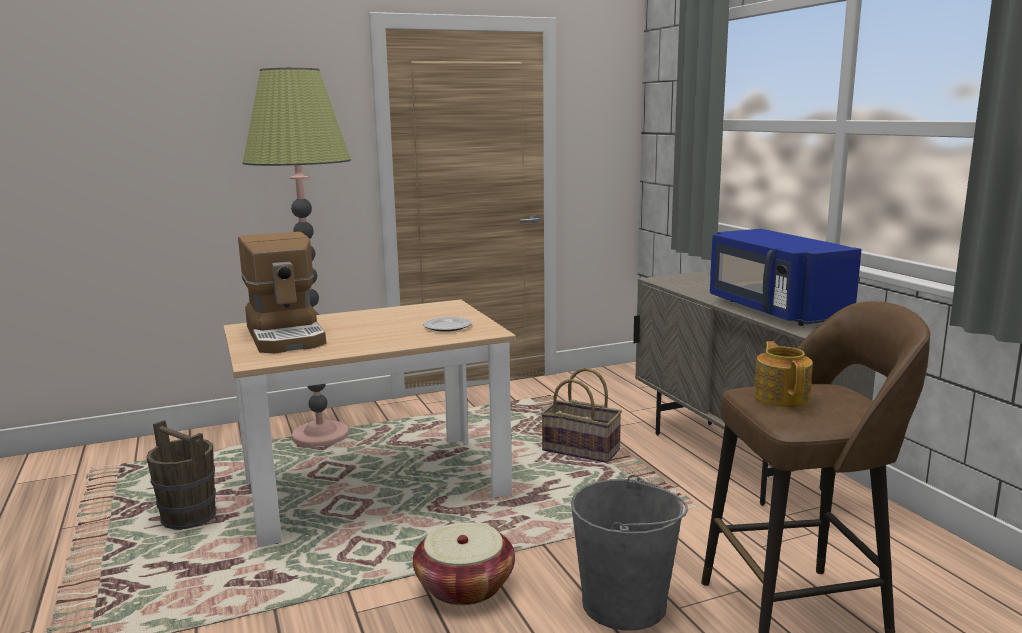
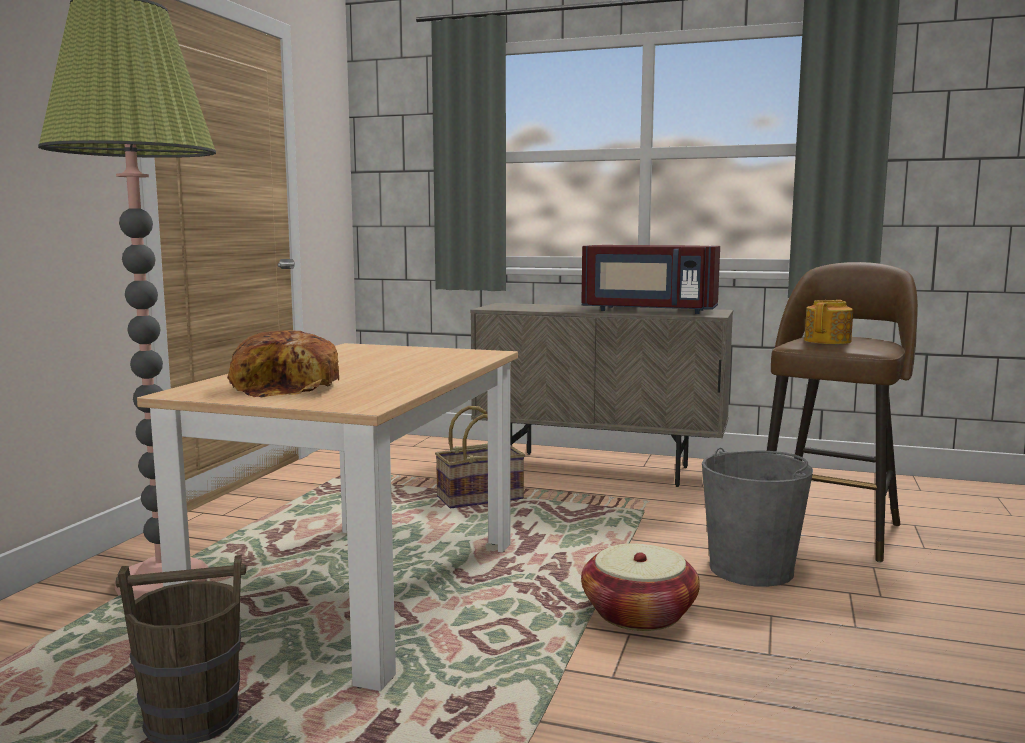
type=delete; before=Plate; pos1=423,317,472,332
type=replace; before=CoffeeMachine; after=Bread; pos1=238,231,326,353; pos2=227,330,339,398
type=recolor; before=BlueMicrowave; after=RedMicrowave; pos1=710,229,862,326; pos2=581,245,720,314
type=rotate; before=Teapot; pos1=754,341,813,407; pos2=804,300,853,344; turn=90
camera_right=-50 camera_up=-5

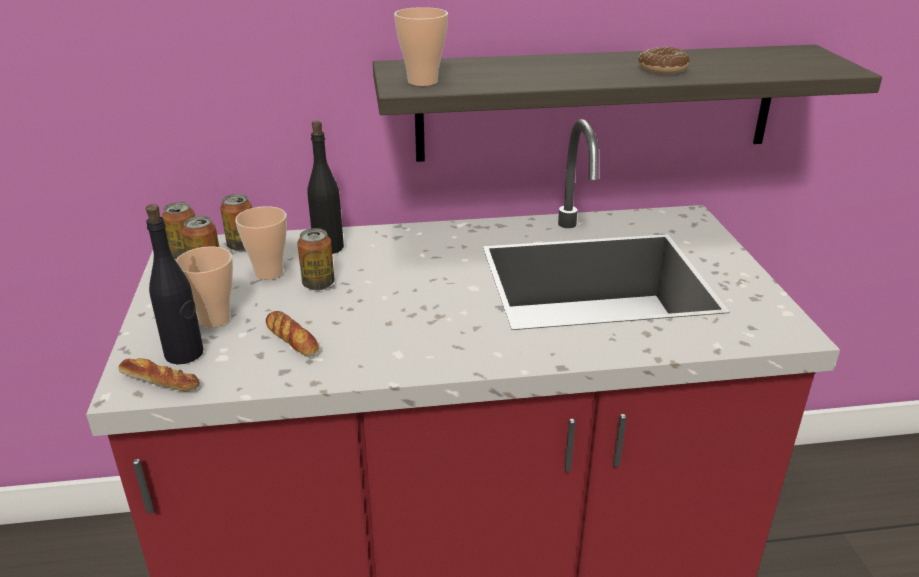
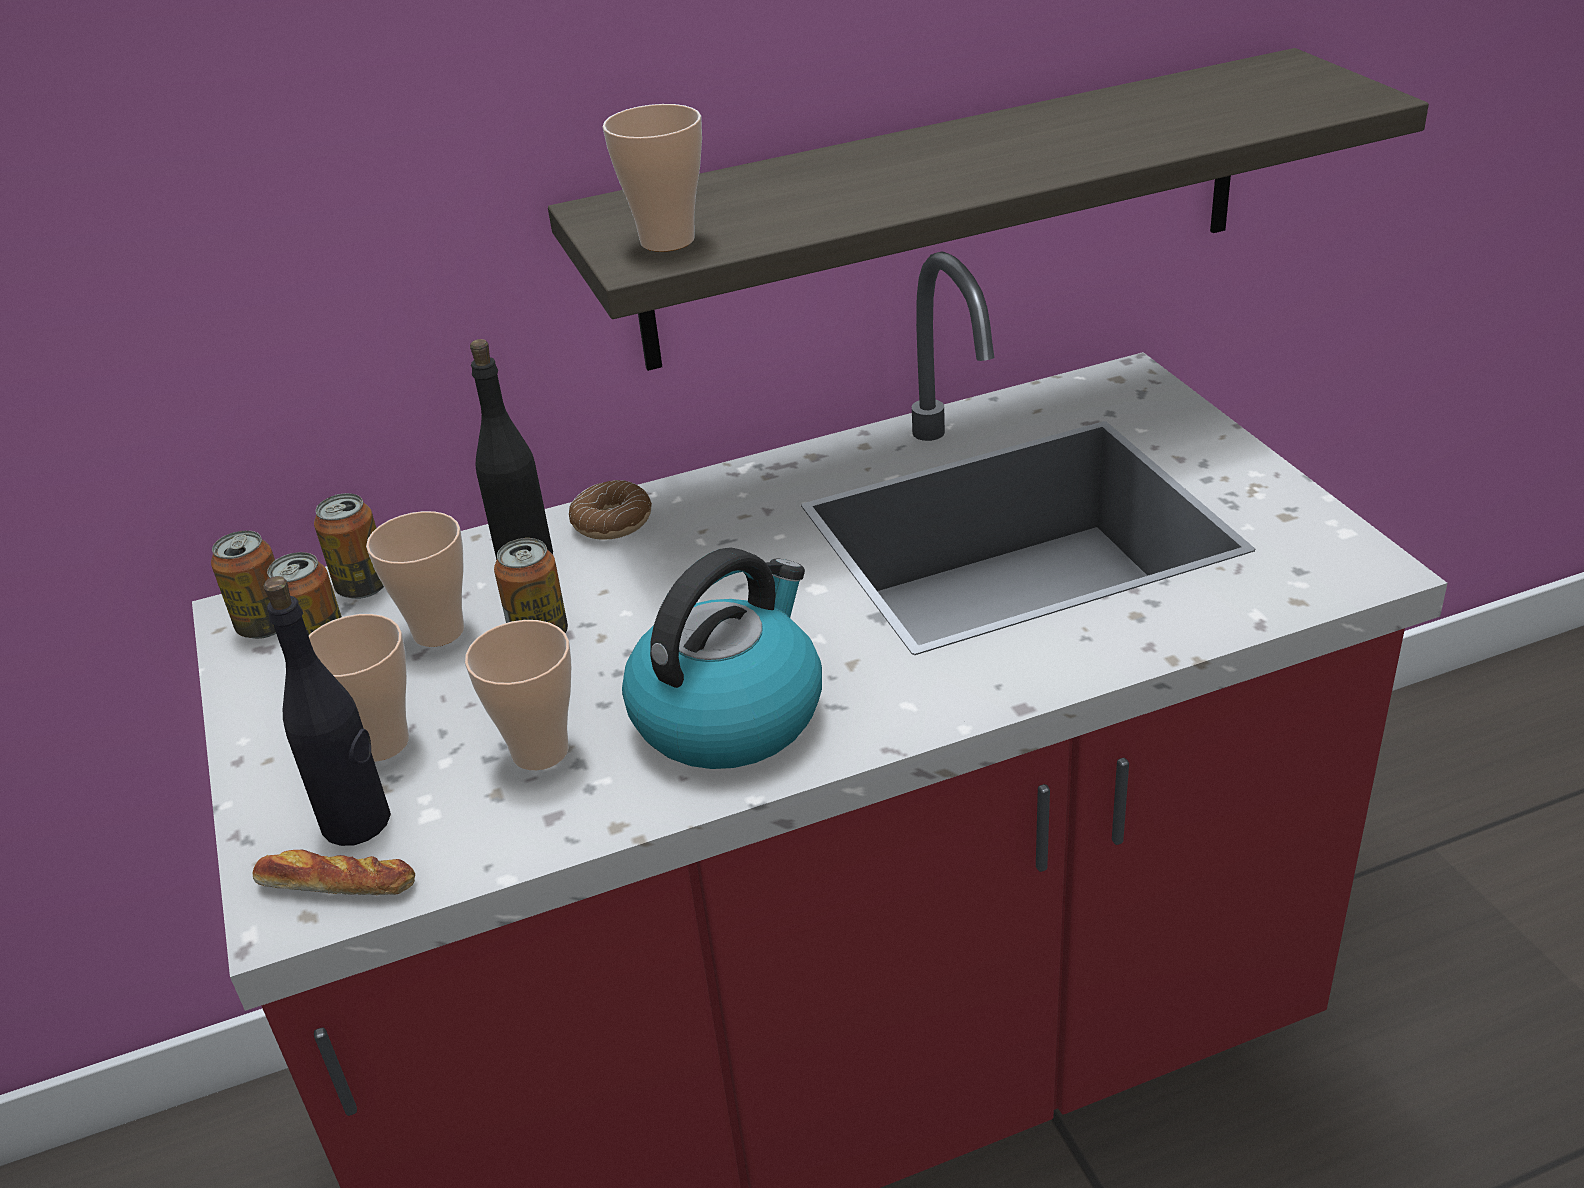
type=insert; after=Kettle; pos2=622,548,822,769
type=move; before=Donut; pos1=638,47,690,74; pos2=569,480,652,540
type=replace; before=Bread; after=Cup; pos1=266,311,319,356; pos2=465,620,571,771
camera_right=-10 camera_up=5

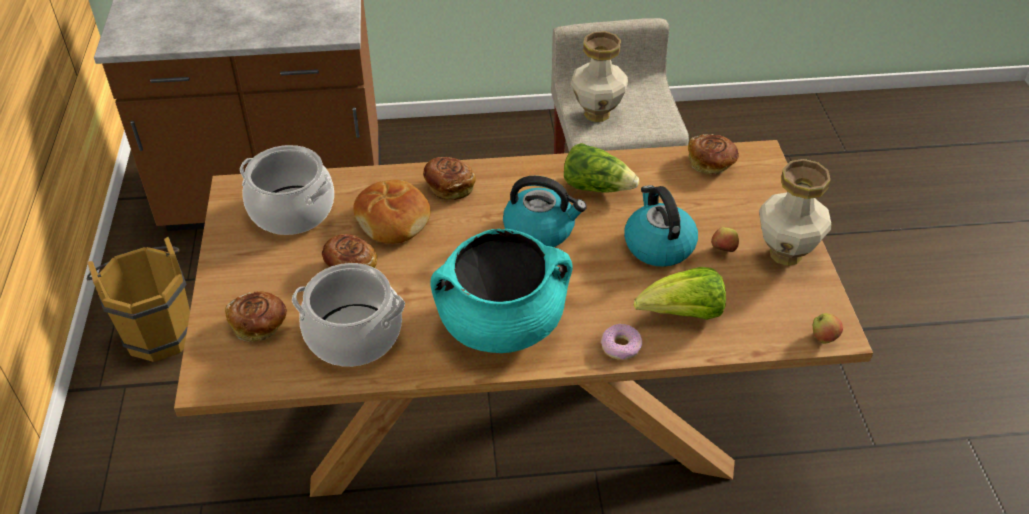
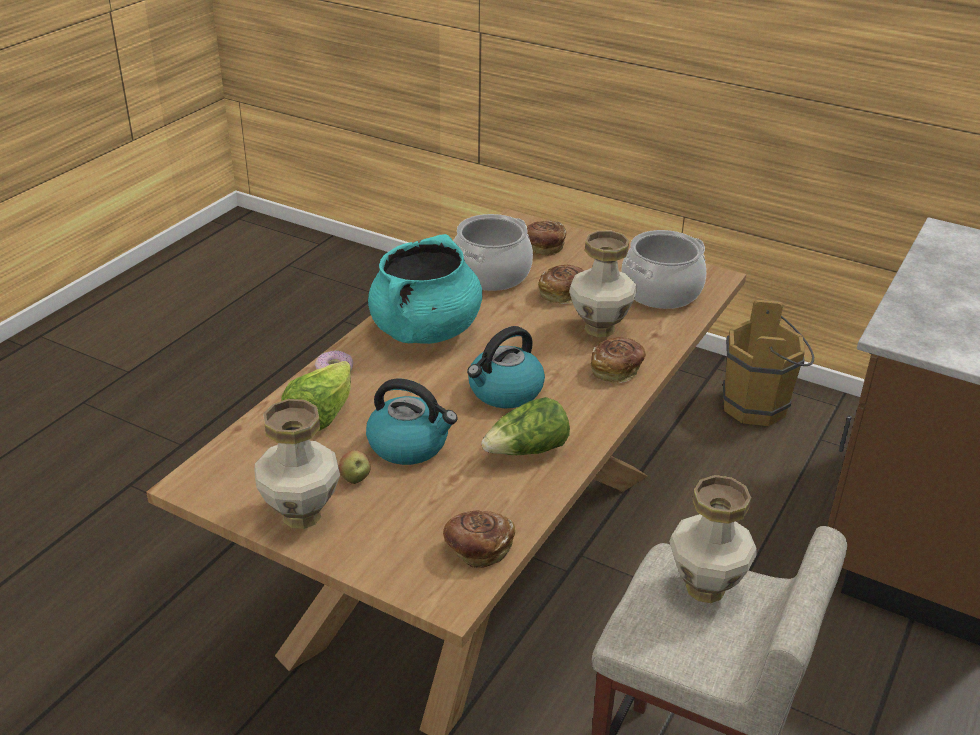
type=delete; before=Apple; pos1=813,313,843,344
type=replace; before=Bread; after=Vase; pos1=353,180,430,244; pos2=569,231,637,337
camera_right=125 camera_up=-10

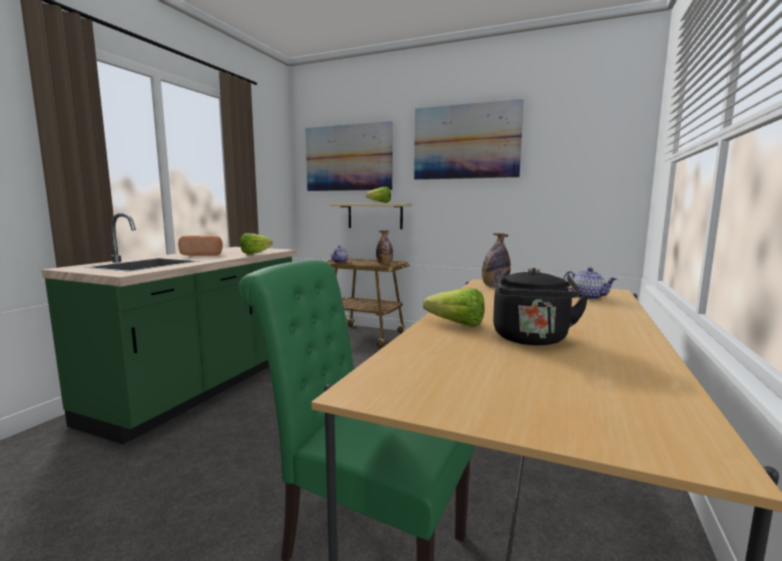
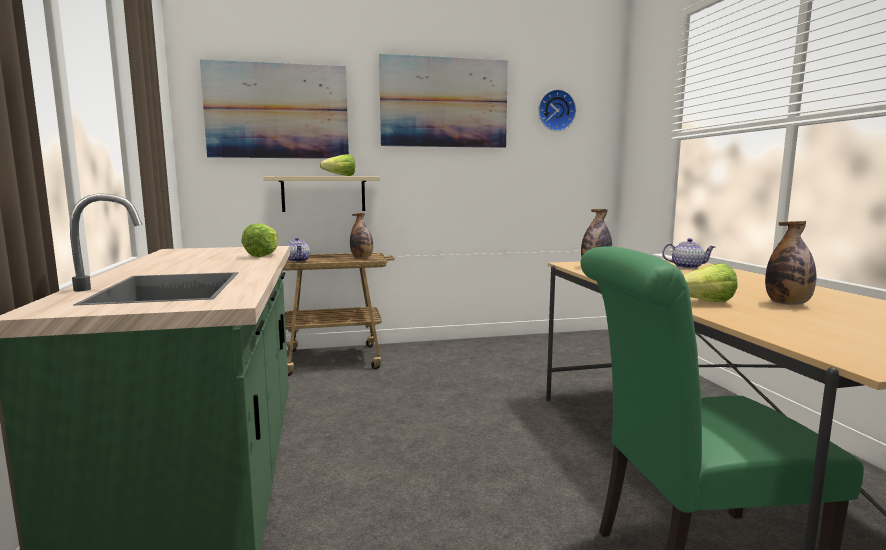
type=delete; before=Bread; pos1=178,235,223,256
type=insert; after=WallClock; pos2=538,89,576,131
type=replace; before=BlackKettle; after=Bottle; pos1=493,268,589,345; pos2=765,221,816,305
camera_right=-35 camera_up=0

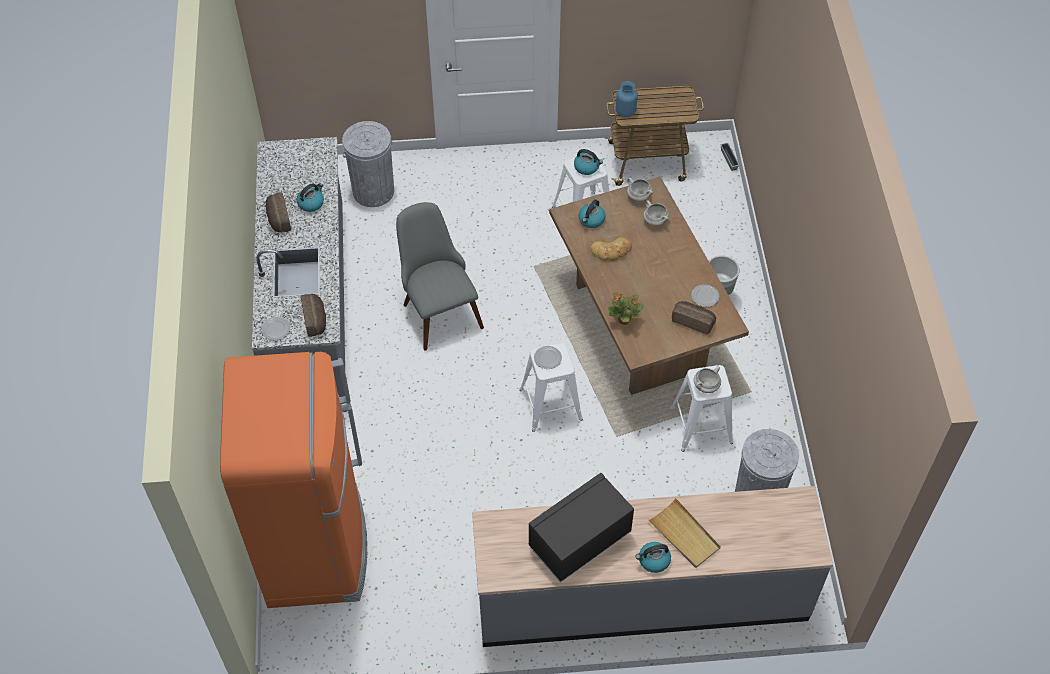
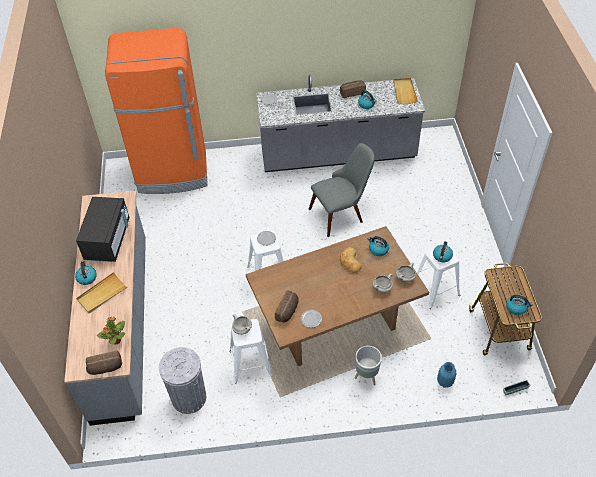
type=delete; before=GreyTrashCan; pos1=342,121,394,207
type=insert; after=BeigeTray; pos2=394,78,418,104
type=insert; after=Kettle; pos2=506,295,533,315
type=move; before=Bread; pos1=301,294,326,337; pos2=86,350,122,375
type=move; before=PottedPlant; pos1=608,292,644,325; pos2=97,317,125,345
type=move; before=BlueVase; pos1=616,81,638,117; pos2=437,362,456,388
type=rotate; before=BlackMicrowave; pos1=529,473,634,582; pos2=76,197,130,262; turn=45
camera_right=90 camera_up=-5

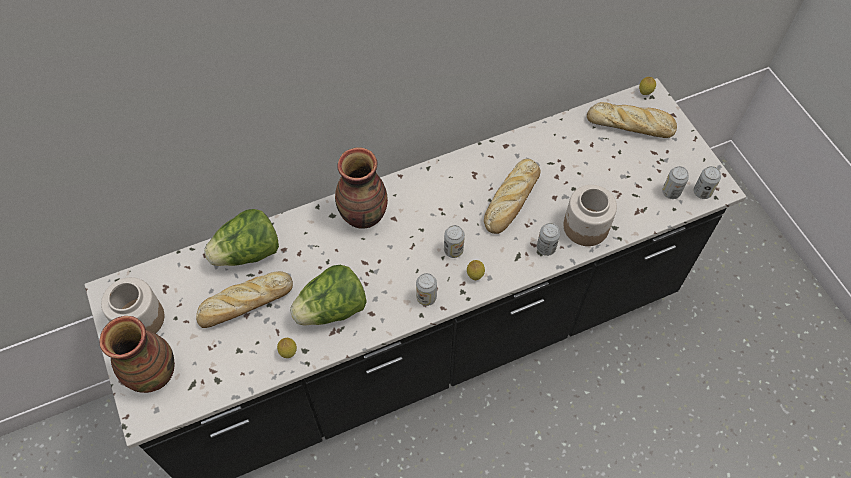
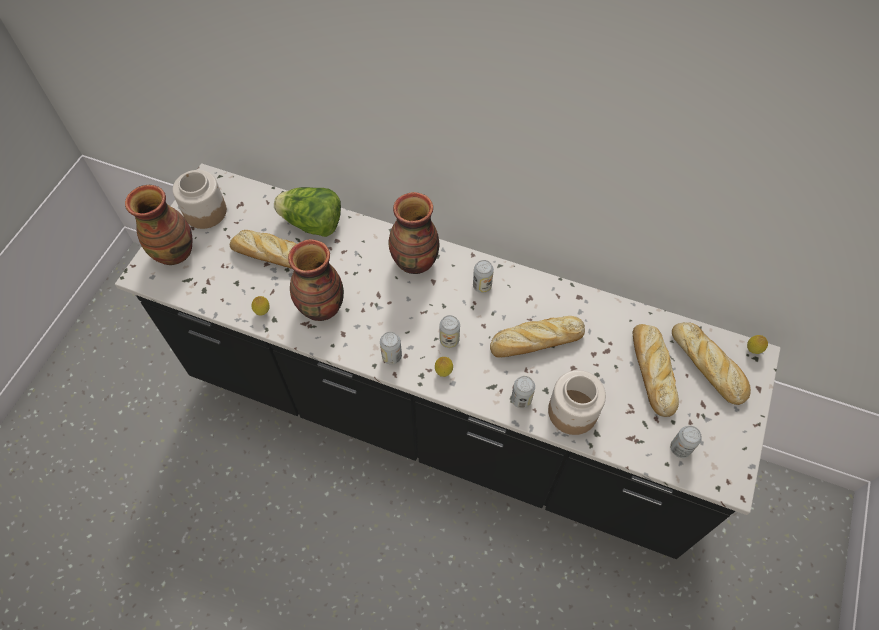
type=insert; after=Bread; pos2=633,324,679,417
type=move; before=Can; pos1=694,166,721,199; pos2=473,260,494,293
type=replace; before=Lettuce; after=Vase; pos1=290,265,367,326; pos2=288,239,344,321
camera_right=45 camera_up=0

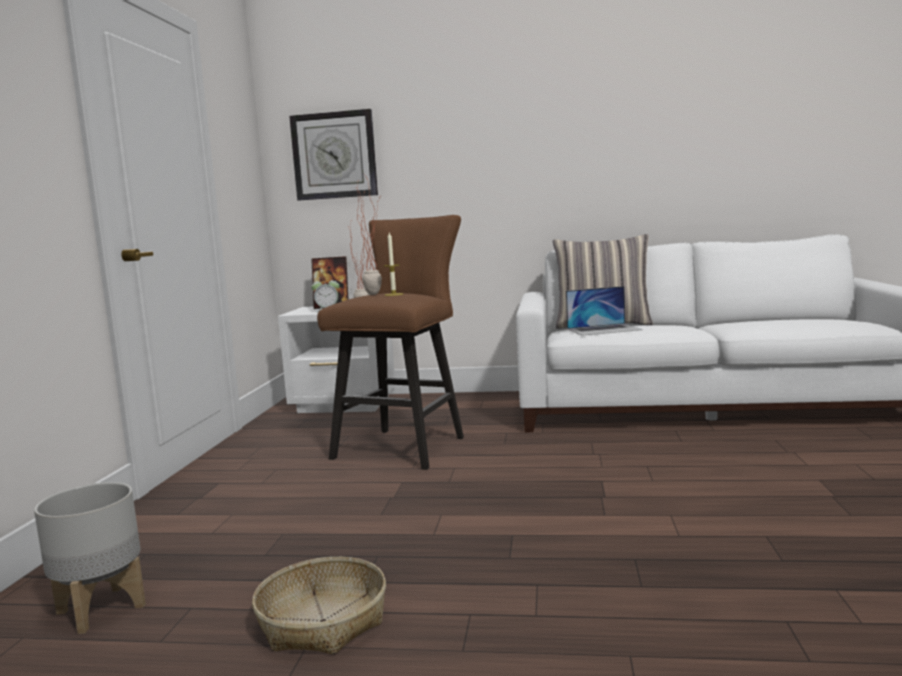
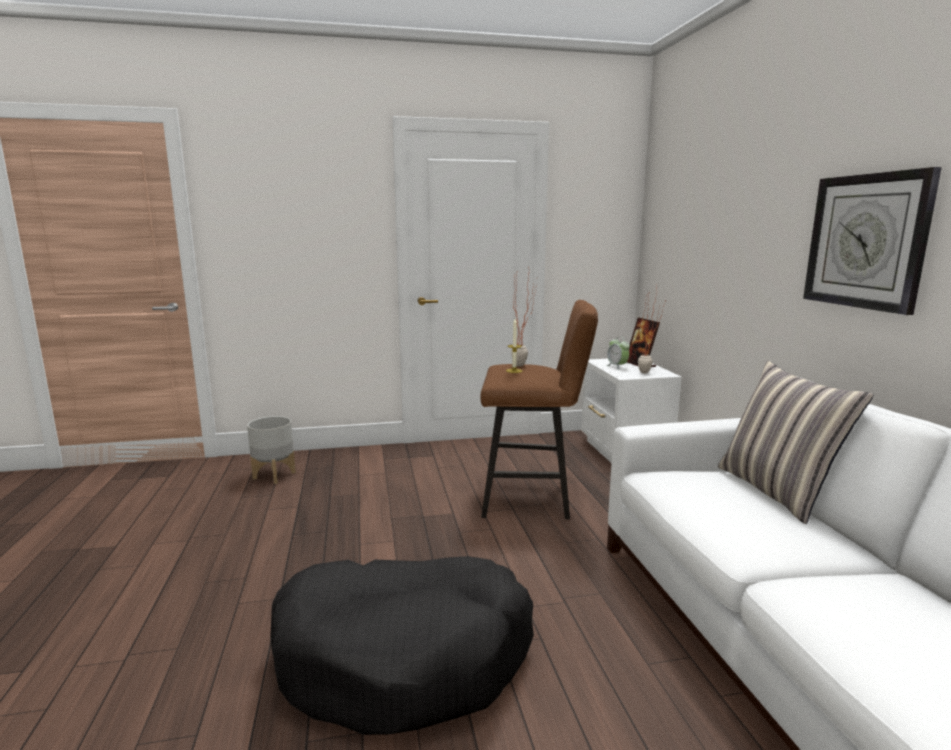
type=delete; before=Basket; pos1=252,557,386,654
type=delete; before=Laptop; pos1=566,286,643,336
type=insert; after=BlackDogBed; pos2=270,556,534,735
type=move; before=WallClock; pos1=289,109,378,201; pos2=803,167,942,315
camera_right=70 camera_up=5

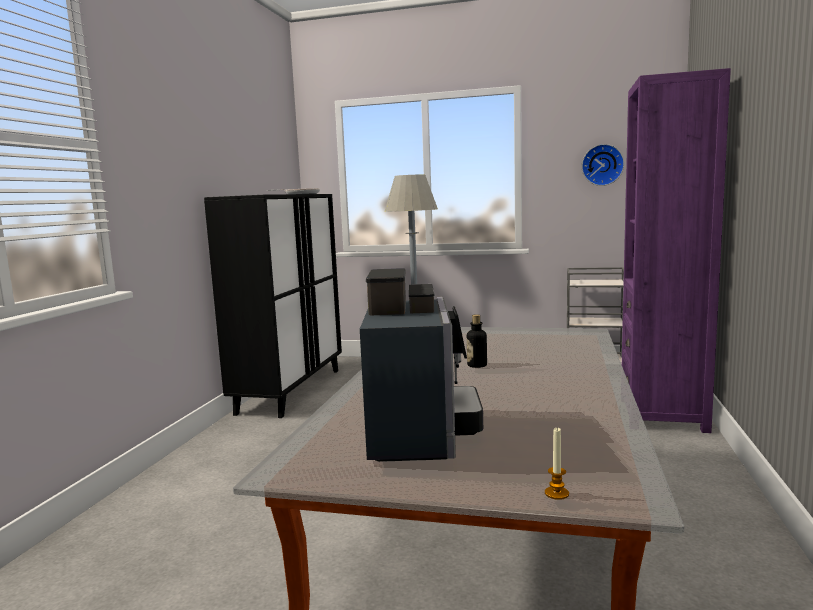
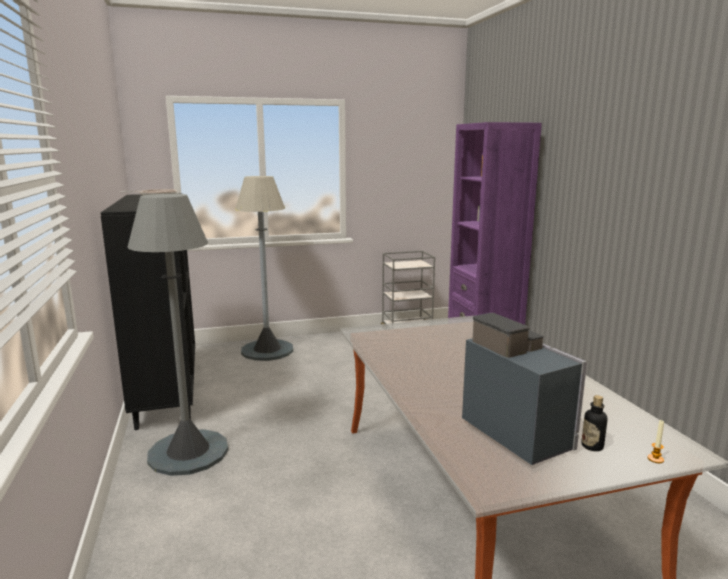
type=delete; before=WallClock; pos1=582,144,624,186
type=insert; after=GreyFloorLamp; pos2=128,194,228,476
type=move; before=Bottle; pos1=467,314,487,368; pos2=581,395,608,451
camera_right=-30 camera_up=5

